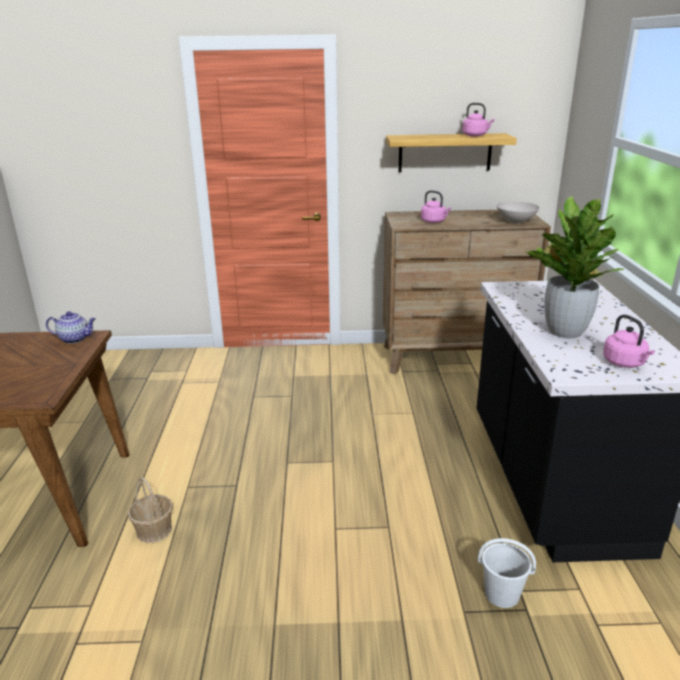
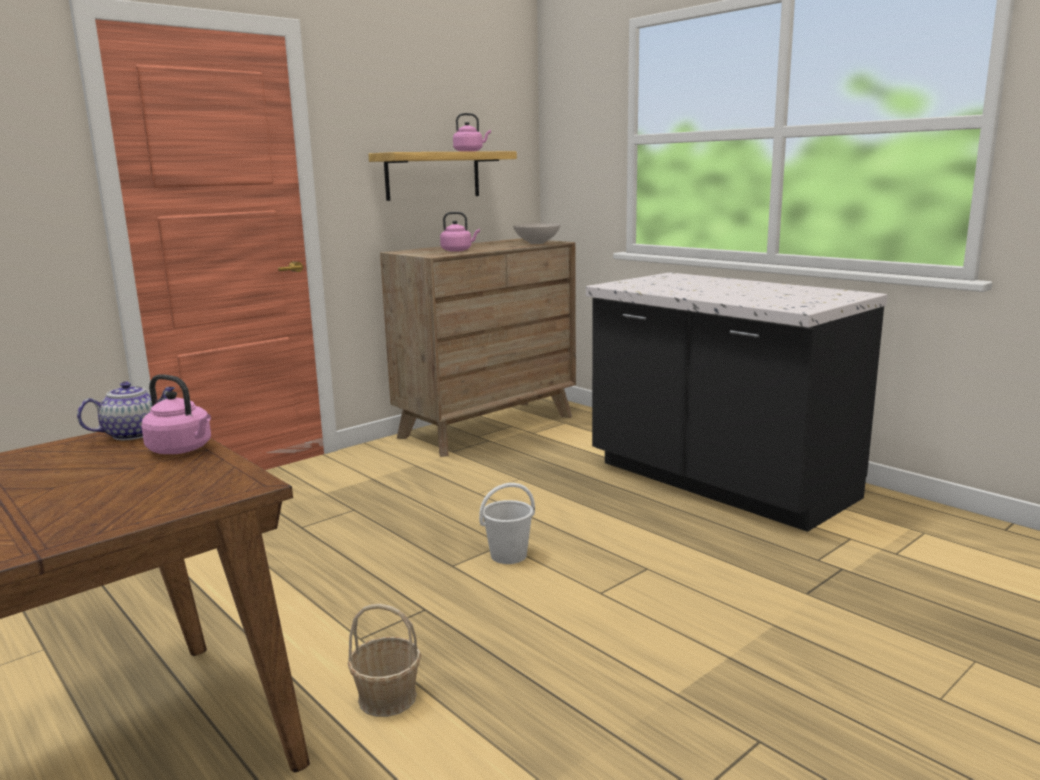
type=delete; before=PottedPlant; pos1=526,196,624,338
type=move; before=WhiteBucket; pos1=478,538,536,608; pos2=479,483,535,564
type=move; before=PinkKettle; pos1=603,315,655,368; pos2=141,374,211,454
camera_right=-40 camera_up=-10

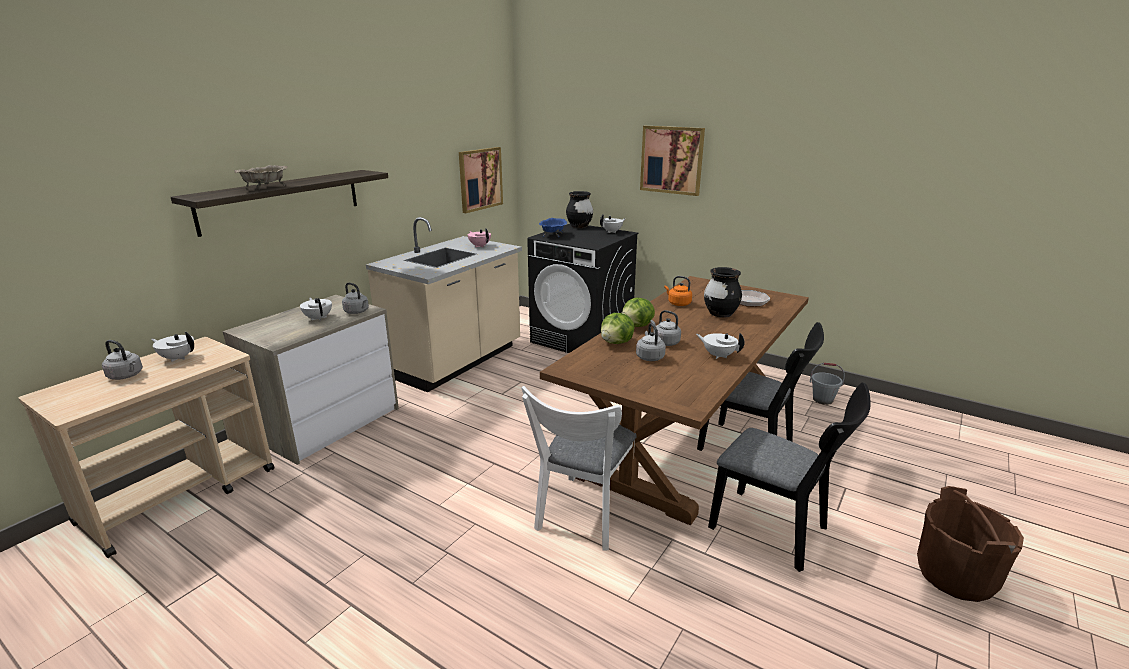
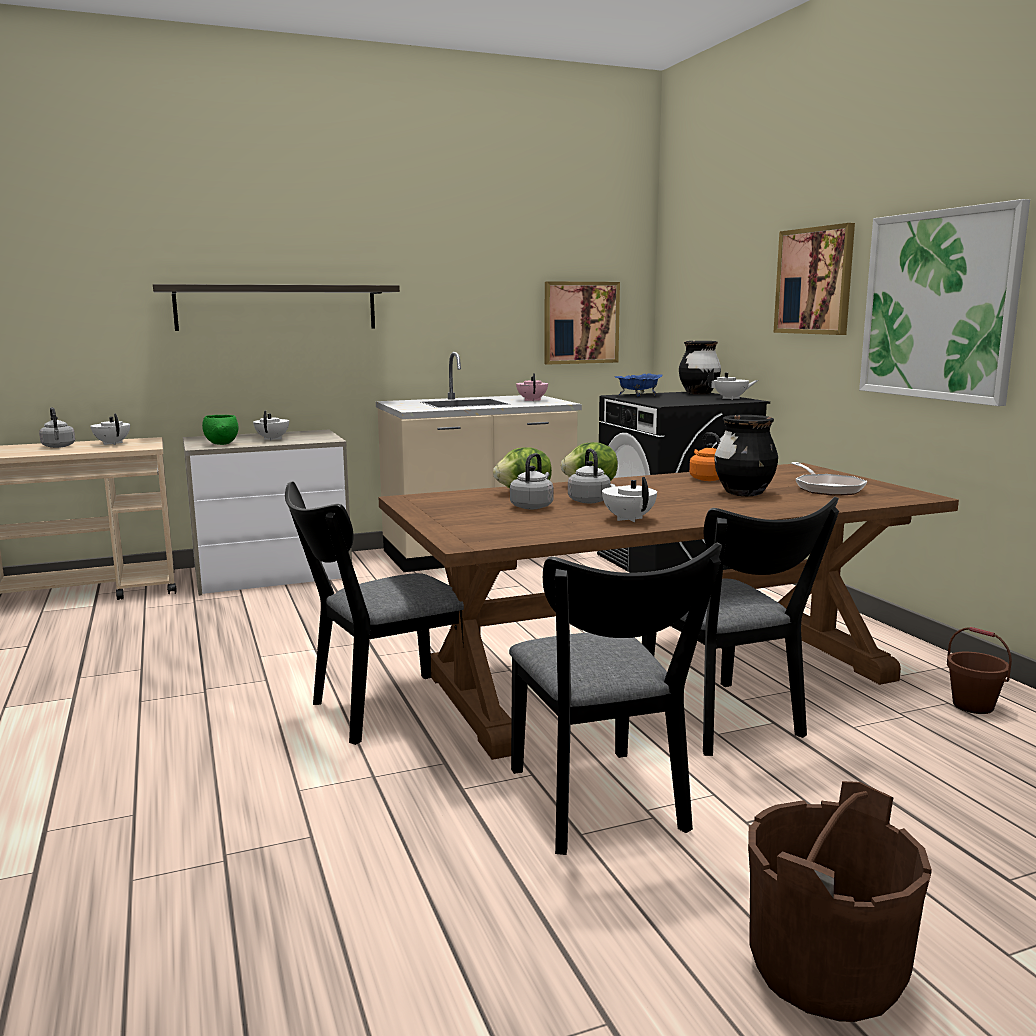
type=delete; before=BeigeBowl; pos1=234,165,288,190
type=delete; before=GreyKettle; pos1=342,283,369,314
type=insert; after=GreenBowl; pos2=202,415,238,445
type=insert; after=Picture; pos2=859,199,1030,406
type=recolor; before=WhiteChair; after=BlackChair; pos1=521,386,637,550; pos2=285,481,464,745
type=recolor; before=GreyBucket; after=BrownBucket; pos1=810,363,845,405; pos2=947,627,1012,714
camera_right=35 camera_up=-10

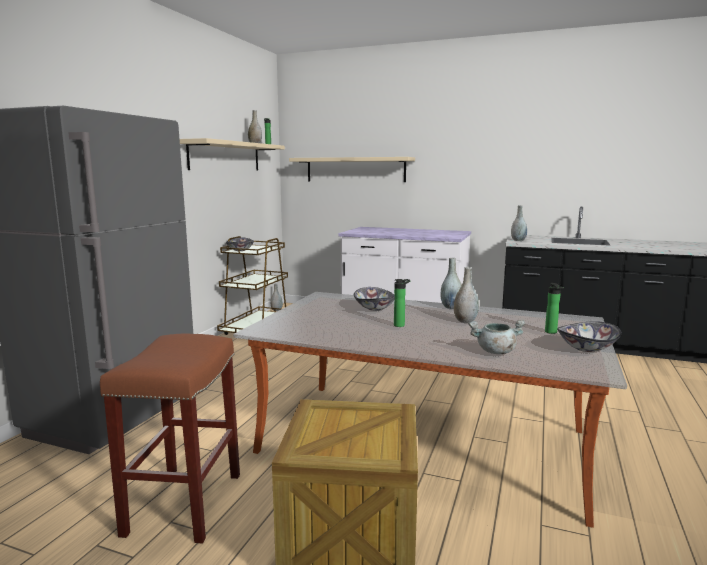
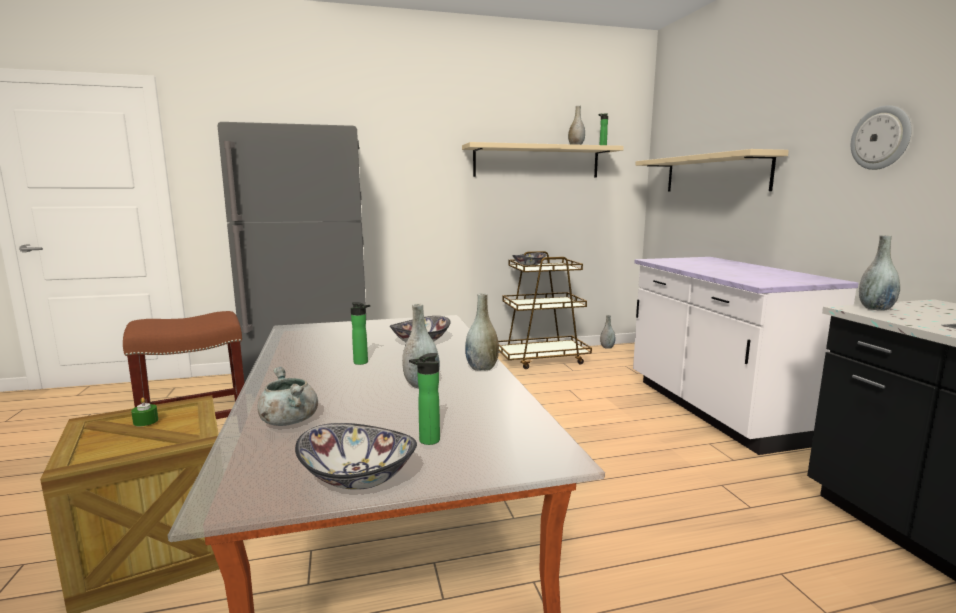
type=insert; after=GreenCandle; pos2=131,398,158,426
type=insert; after=WallClock; pos2=851,105,912,170
camera_right=55 camera_up=0

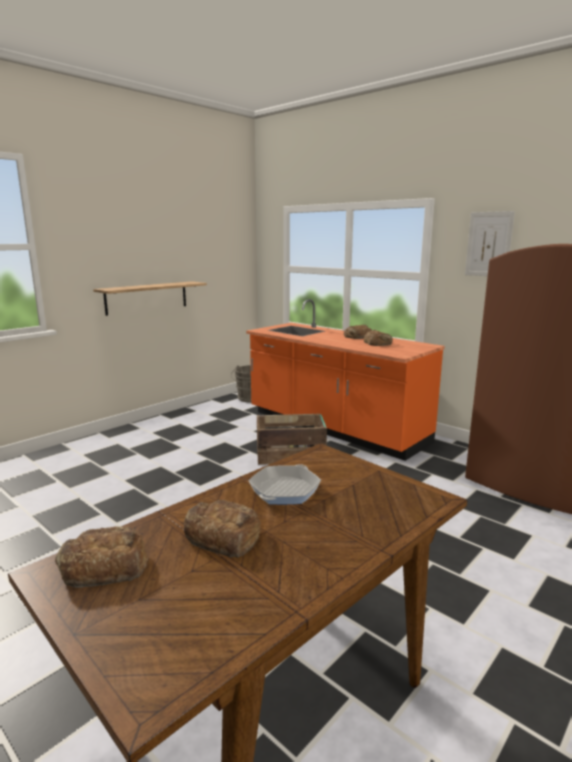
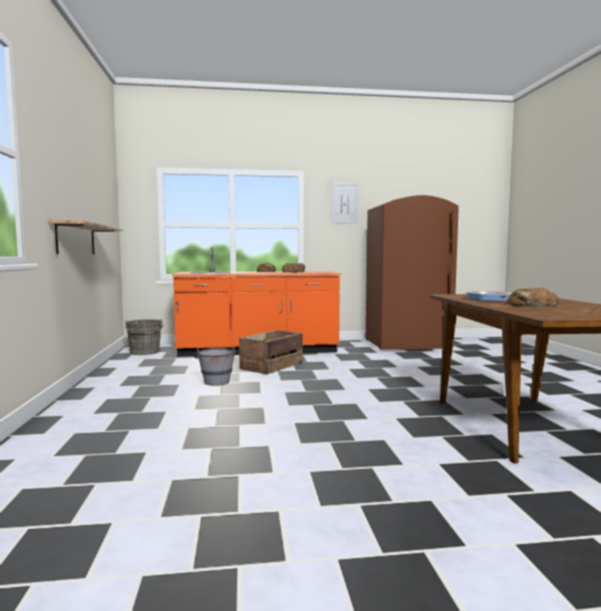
type=delete; before=Bread; pos1=55,526,148,588
type=insert; after=GreyBucket; pos2=193,346,236,386
camera_right=-50 camera_up=-10

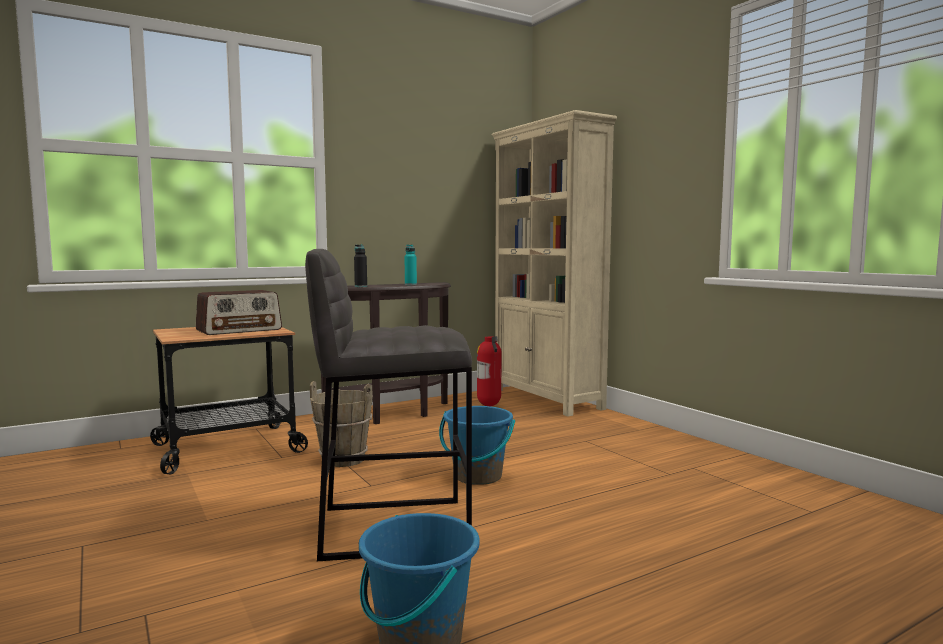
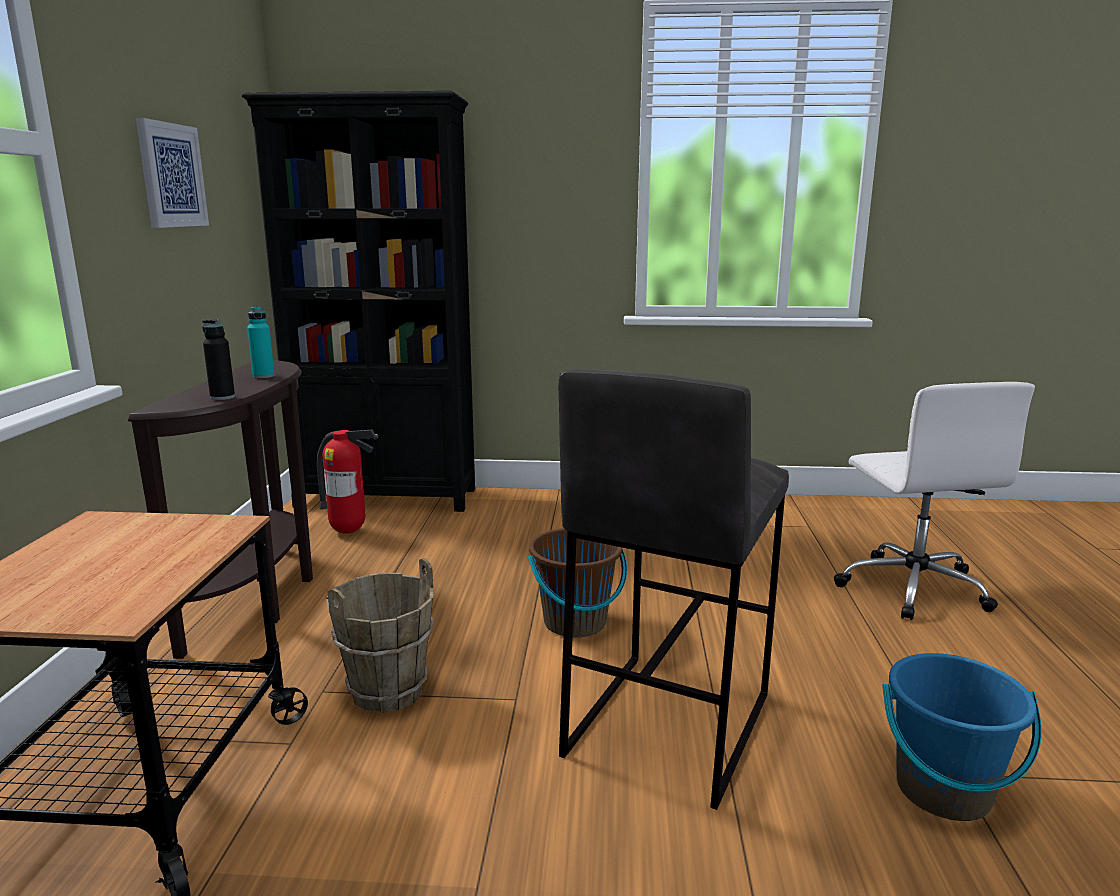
type=delete; before=Radio; pos1=196,290,282,335
type=insert; after=Picture; pos2=136,118,209,228
type=insert; after=WhiteOfficeChair; pos2=834,382,1035,620
type=recolor; before=BlueBucket; after=BrownBucket; pos1=439,406,515,485; pos2=528,528,627,637
type=recolor; before=BeigeBookcase; after=BlackBookcase; pos1=492,110,617,417; pos2=242,91,475,512
camera_right=-55 camera_up=10

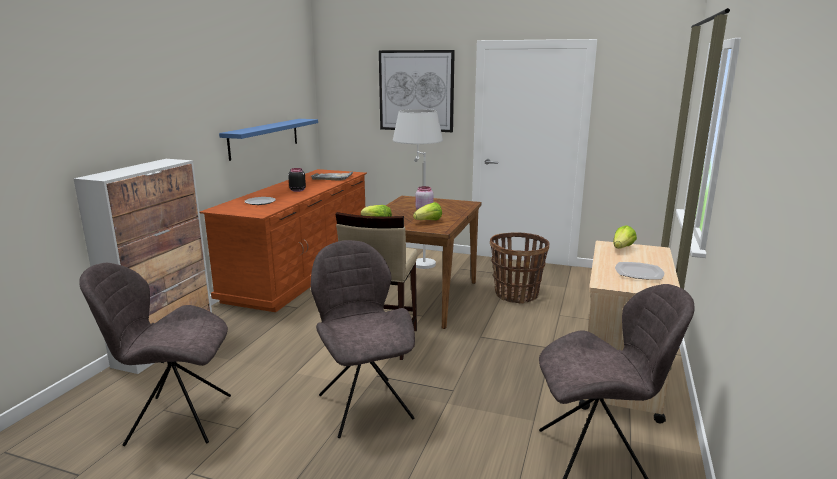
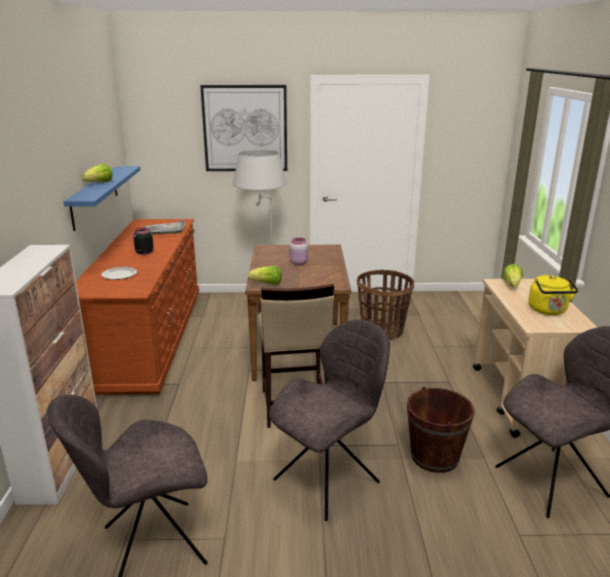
type=insert; after=BrownBucket; pos2=407,386,474,473
type=move; before=Lettuce; pos1=413,202,442,220; pos2=82,163,113,182
type=replace; before=Plate; after=YellowKettle; pos1=615,262,664,280; pos2=528,275,579,315
type=rotate; before=GreyChair; pos1=311,240,415,438; pos2=269,319,390,521; turn=90
camera_right=-20 camera_up=5

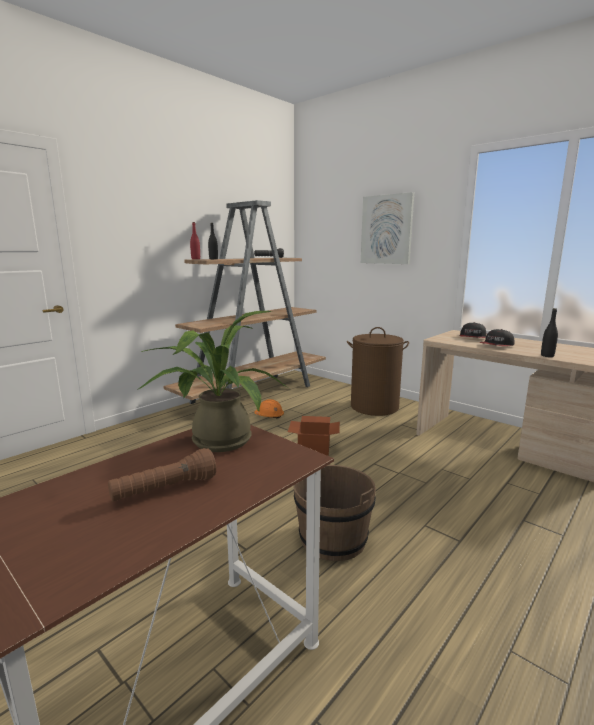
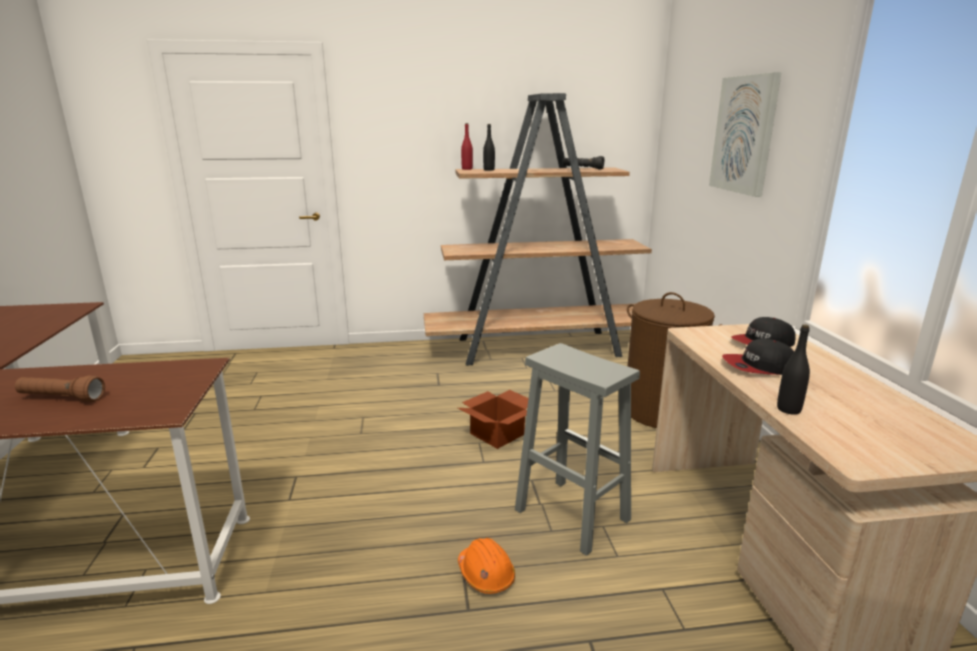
type=delete; before=PottedPlant; pos1=137,311,287,452
type=delete; before=BrownBucket; pos1=293,465,376,561
type=insert; after=GreyStool; pos2=515,343,640,556
type=move; before=OrangeHardHat; pos1=254,399,284,419; pos2=458,538,515,594
camera_right=40 camera_up=5

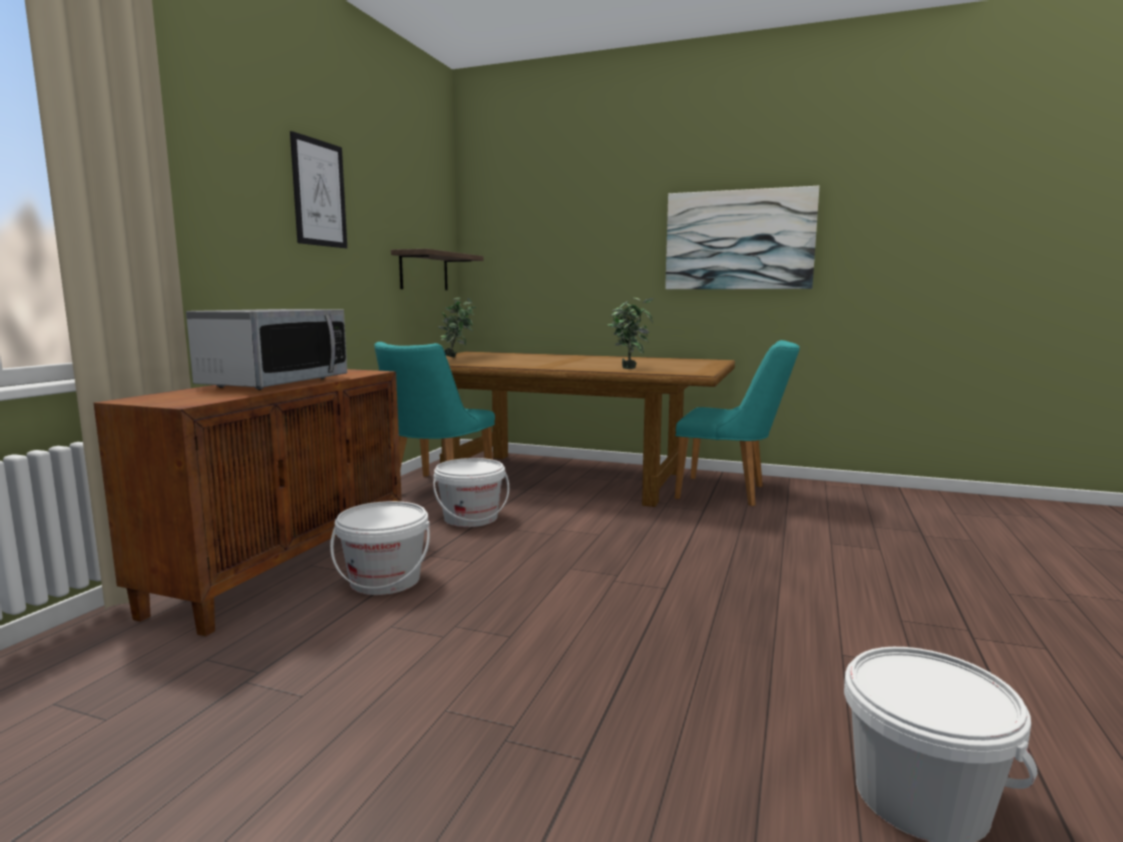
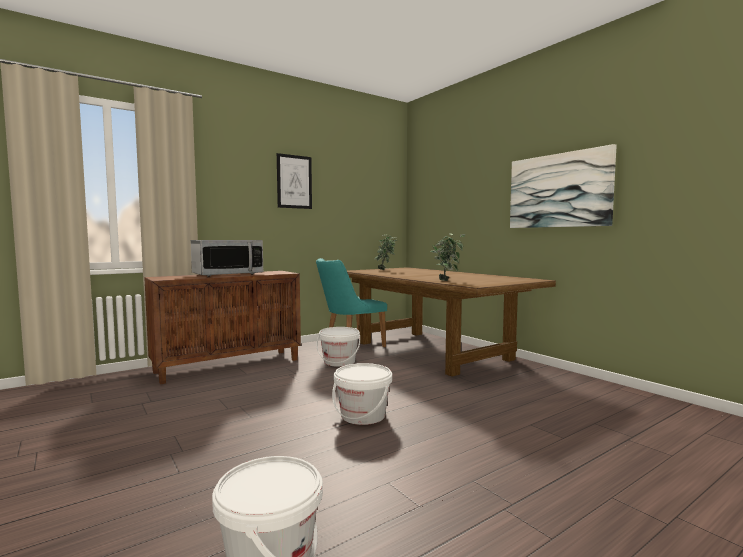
type=delete; before=Shelf; pos1=391,249,484,290
type=delete; before=TurquoiseChair; pos1=675,340,800,506
type=move; before=WhiteBucket; pos1=330,501,430,595; pos2=332,363,392,425
camera_right=35 camera_up=-5

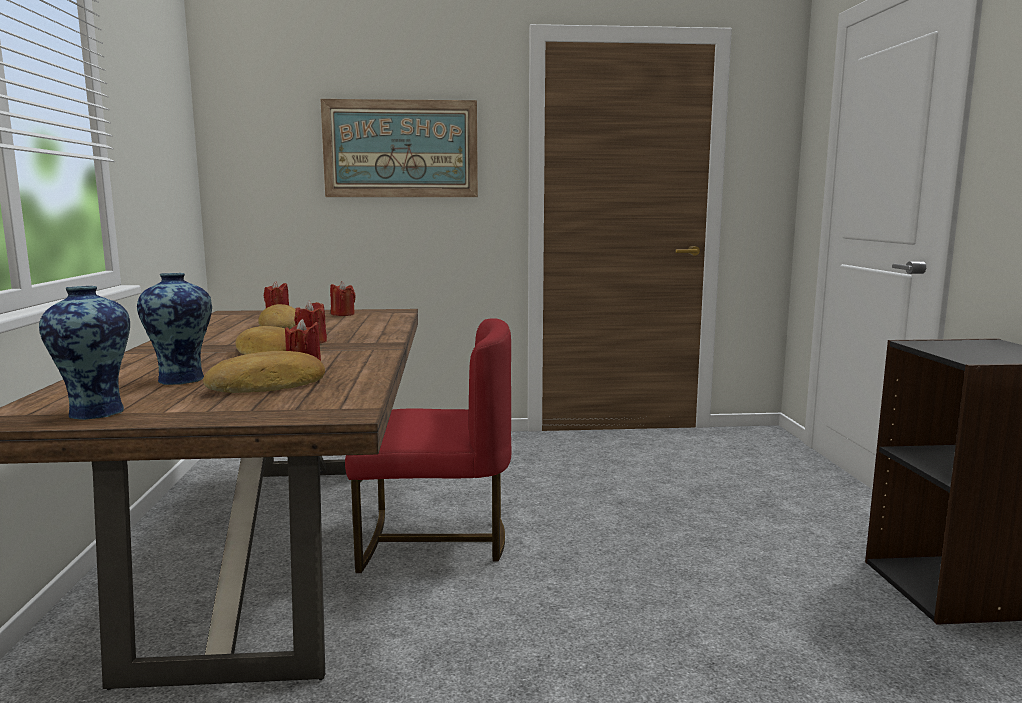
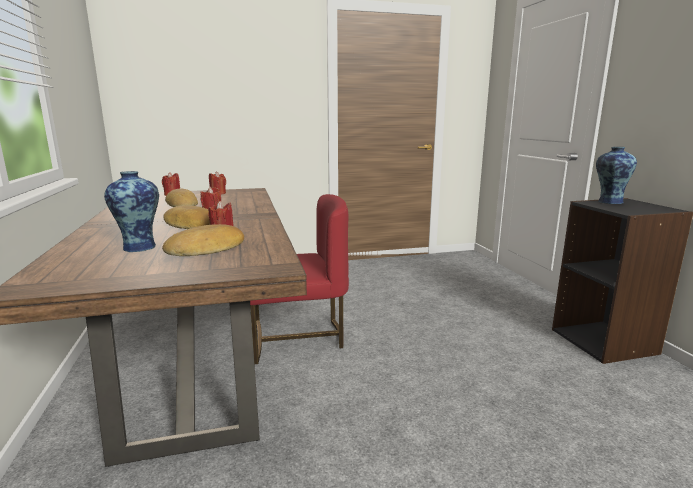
type=delete; before=Picture; pos1=320,99,478,197
type=move; before=Vase; pos1=39,286,130,420; pos2=596,147,637,204
camera_right=-10 camera_up=5

